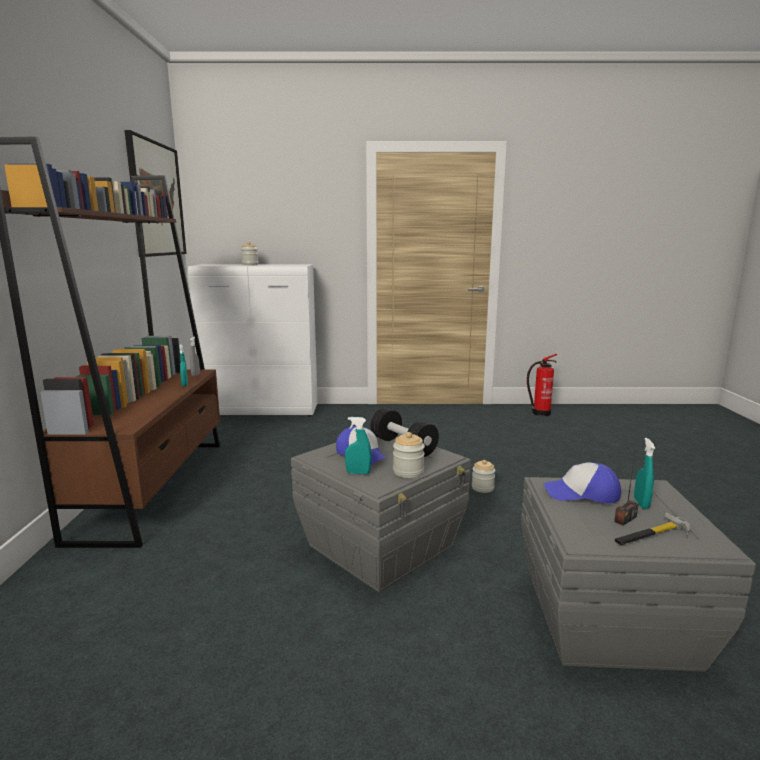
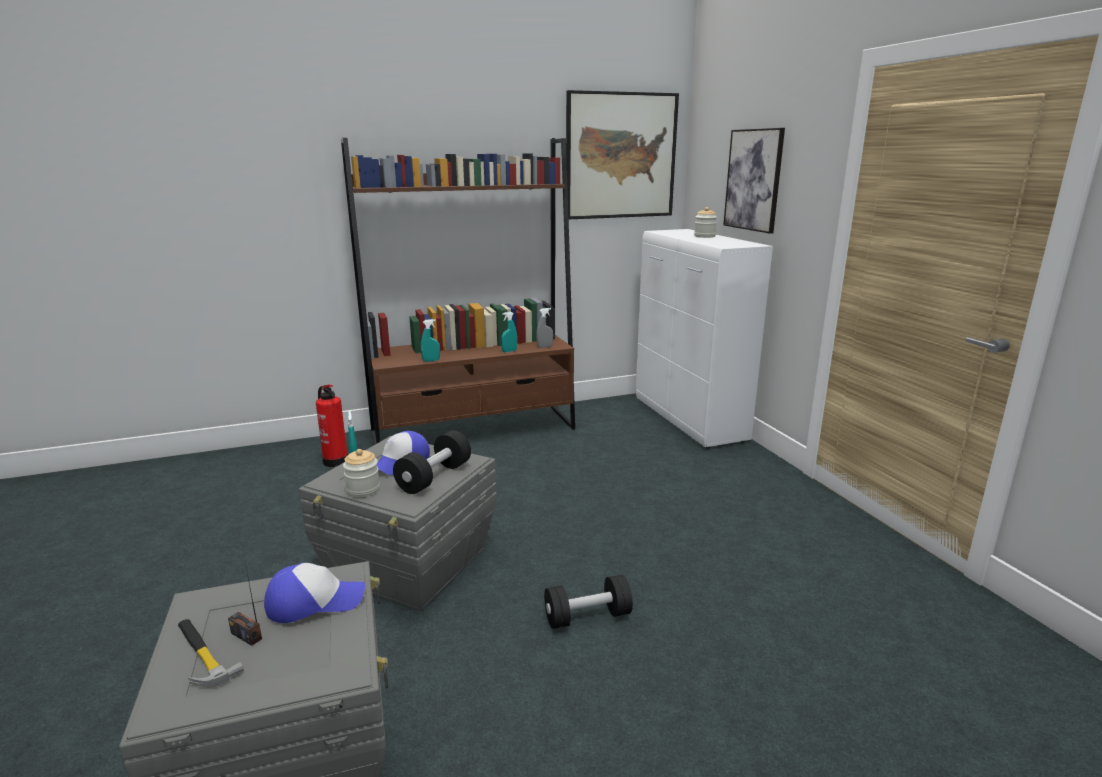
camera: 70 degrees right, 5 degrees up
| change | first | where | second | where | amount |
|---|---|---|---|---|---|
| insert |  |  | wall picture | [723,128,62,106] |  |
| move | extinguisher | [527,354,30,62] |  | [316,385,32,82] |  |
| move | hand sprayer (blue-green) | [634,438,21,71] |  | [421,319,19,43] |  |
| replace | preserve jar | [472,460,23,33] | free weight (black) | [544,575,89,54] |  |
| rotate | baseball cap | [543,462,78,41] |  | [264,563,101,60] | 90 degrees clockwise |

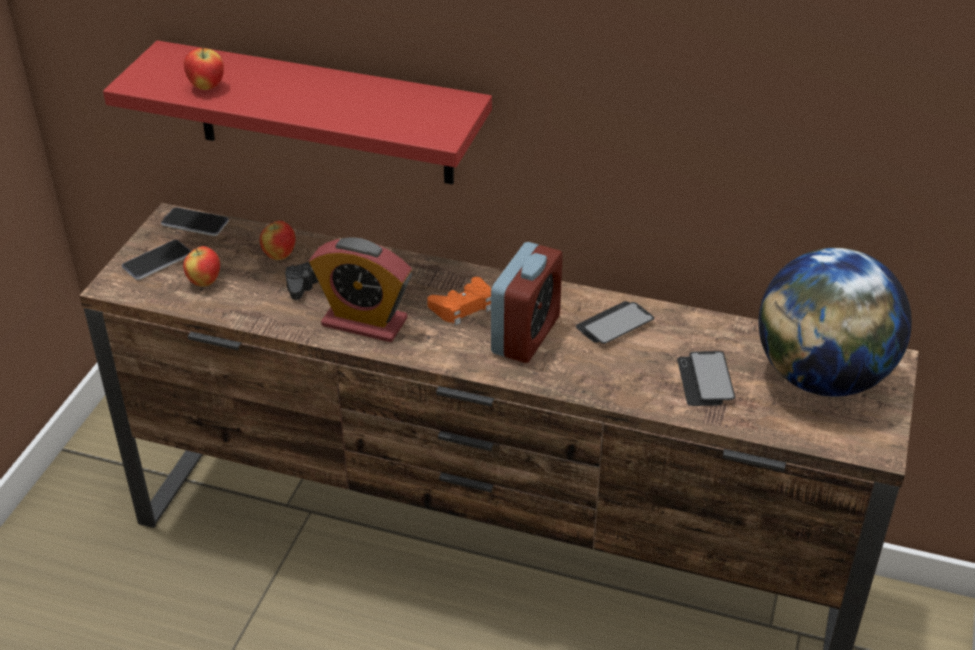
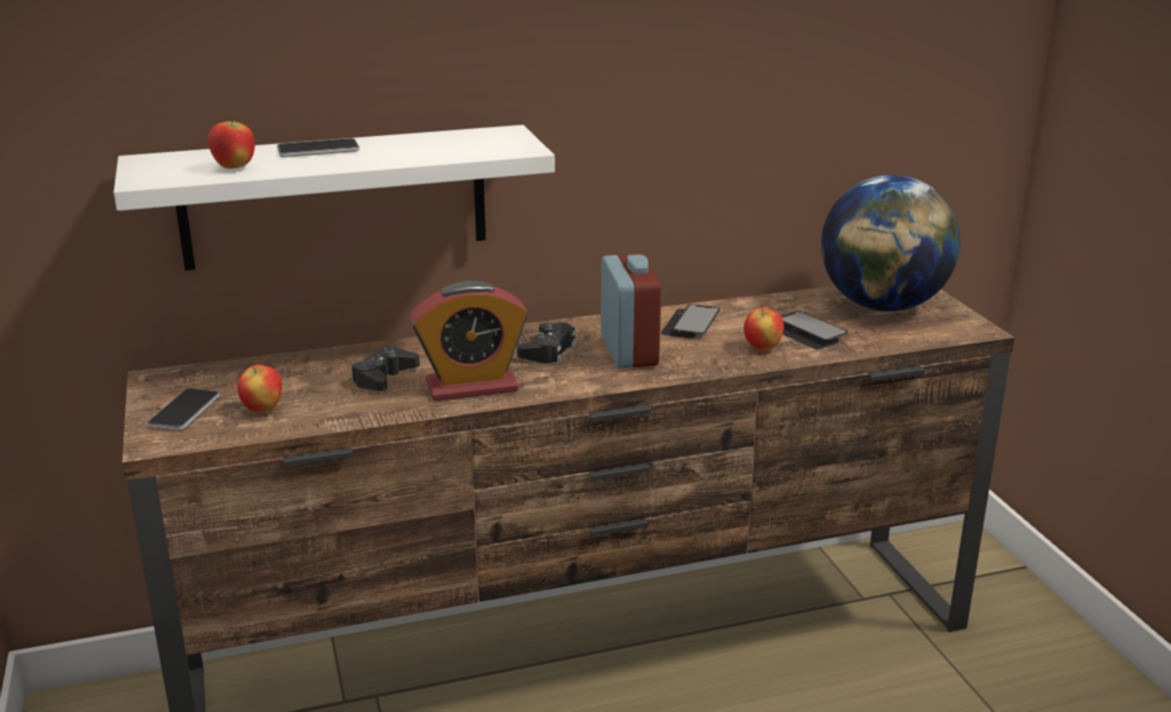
camera: 35 degrees left, 15 degrees down
| change | first | where | second | where | amount |
|---|---|---|---|---|---|
| move | telephone | [161,207,68,29] |  | [277,138,83,19] |  |
| move | whole apple | [260,220,36,40] |  | [744,305,40,46] |  |
| recolor | wall shelf (red-coloured) | [103,40,389,145] | wall shelf (white-coloured) | [114,125,441,146] |  |
| recolor | gamepad (orange-coloured) | [427,277,64,48] | gamepad (black) | [517,322,59,42] |  |

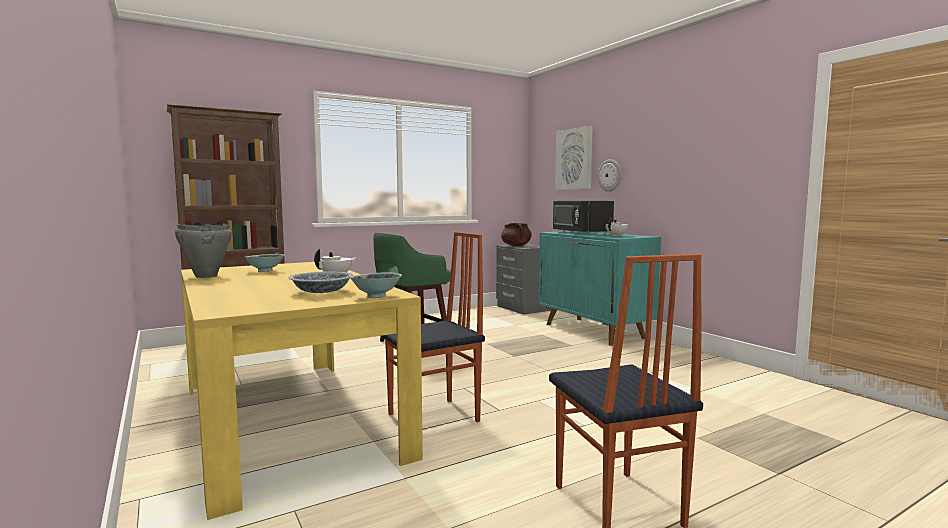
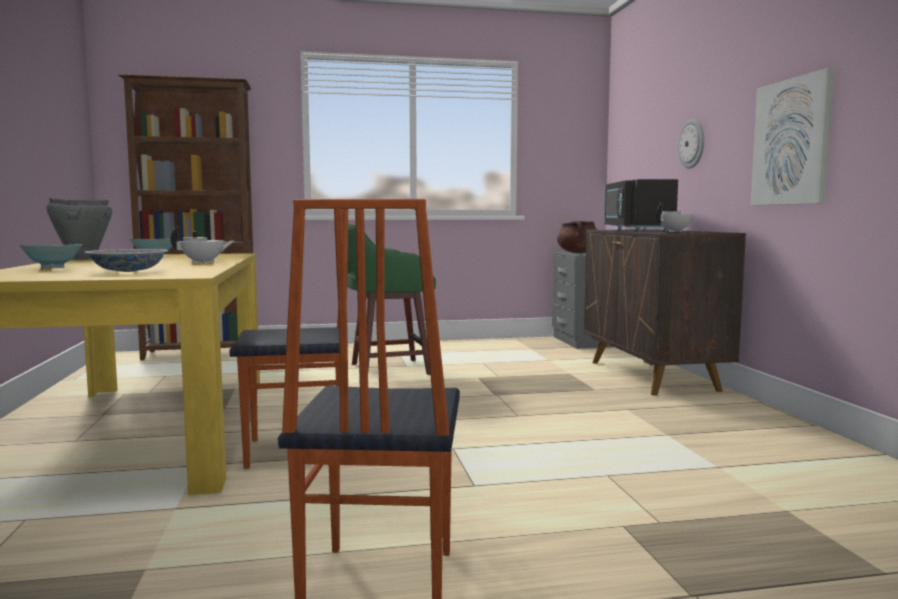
camera: 20 degrees right, 0 degrees up
| change | first | where | second | where | amount |
|---|---|---|---|---|---|
| move | serving bowl | [350,272,52,26] |  | [19,244,64,25] |  |
| move | wall picture | [555,126,38,64] |  | [751,68,84,137] |  |
| recolor | cabinet (blue-green) | [539,231,122,115] | cabinet (brown-coloured) | [584,230,162,166] |  |

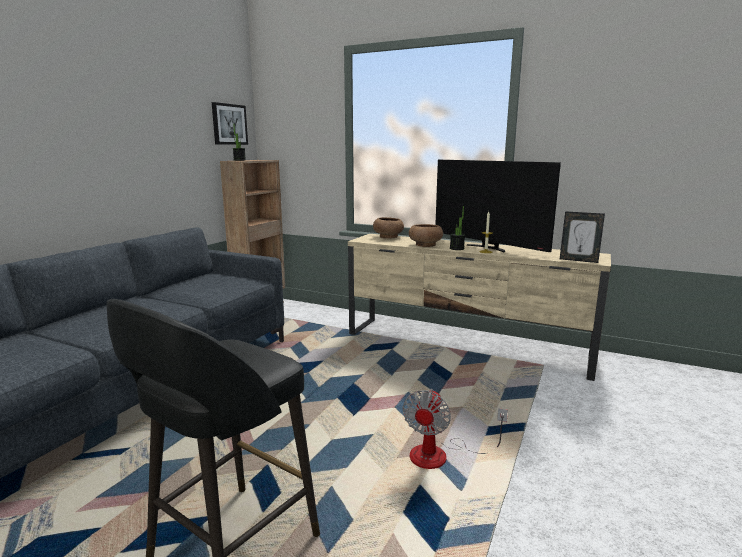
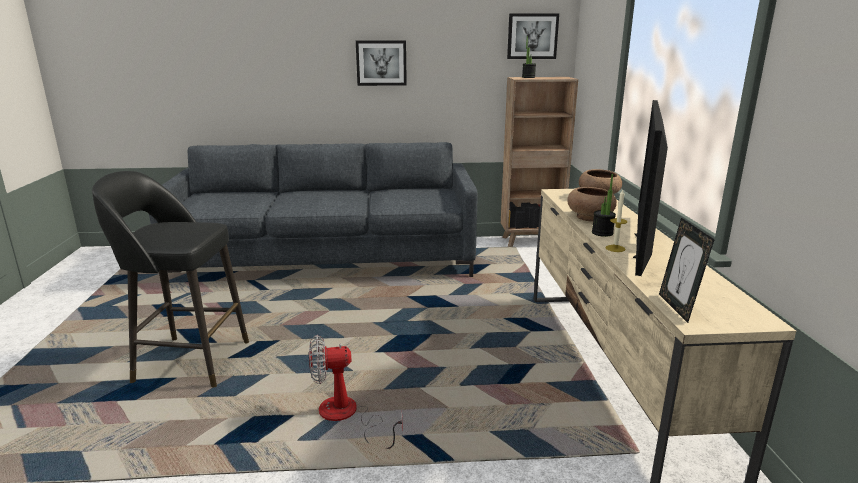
camera: 60 degrees right, 5 degrees up
| change | first | where | second | where | amount |
|---|---|---|---|---|---|
| insert |  |  | wall picture | [356,40,51,46] |  |

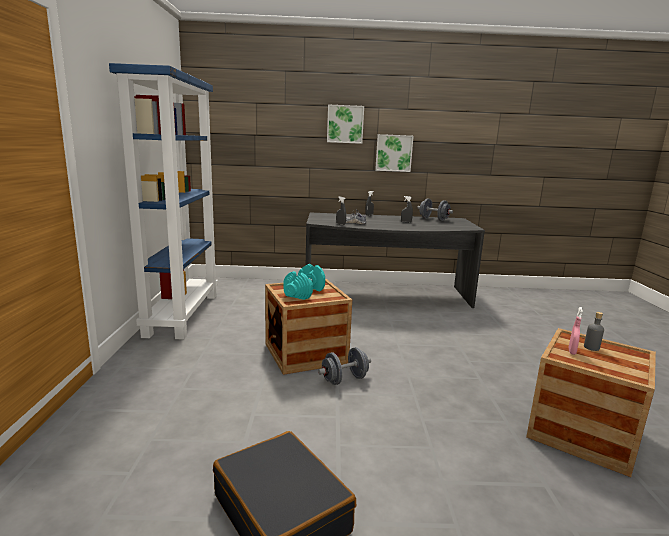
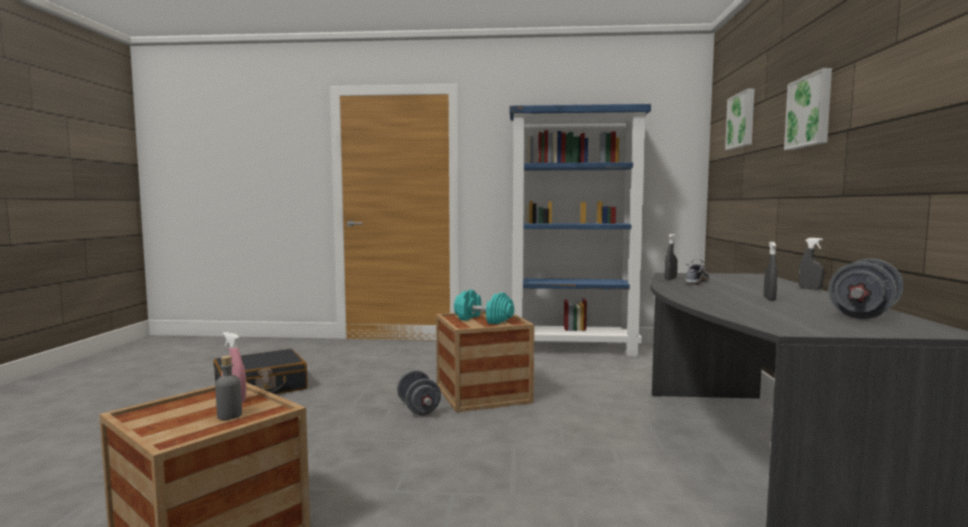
camera: 95 degrees right, 10 degrees down
| change | first | where | second | where | amount |
|---|---|---|---|---|---|
| move | wall picture | [375,134,39,38] |  | [725,88,30,62] |  |

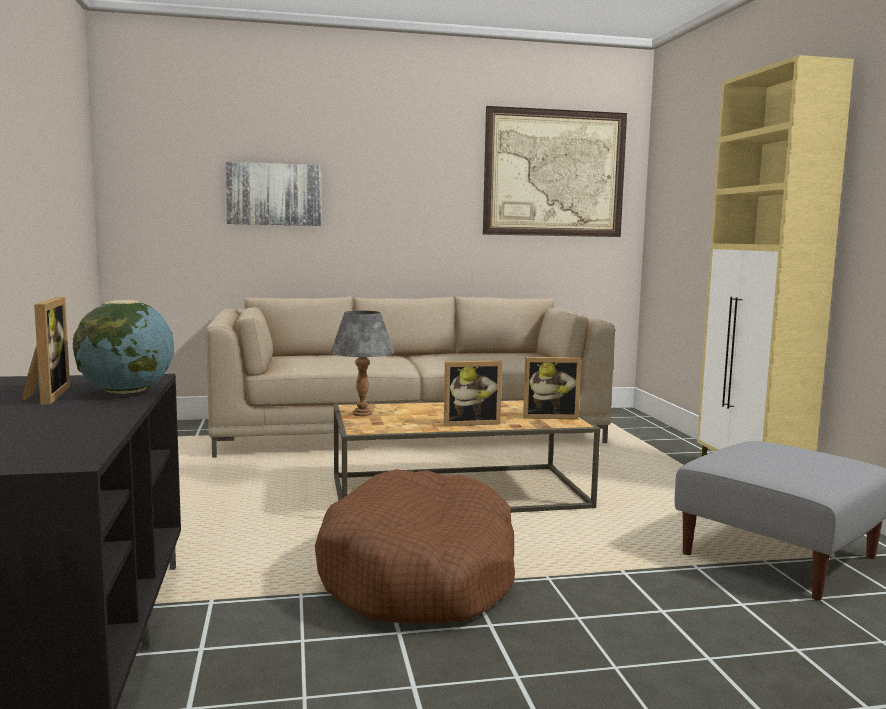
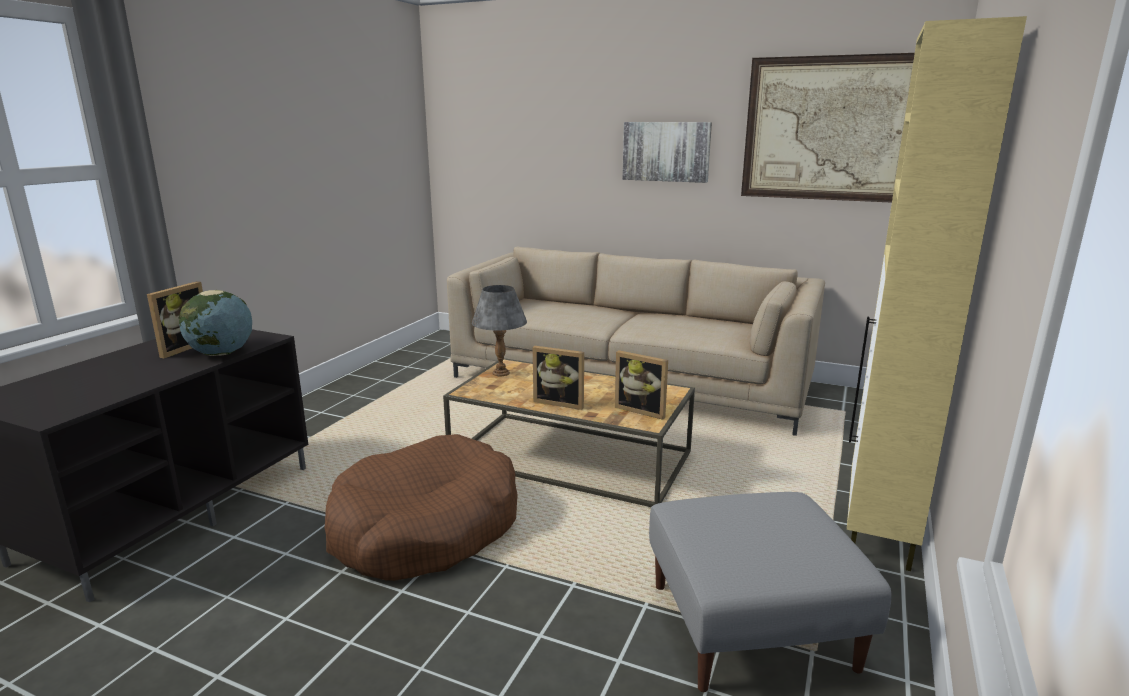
camera: 35 degrees right, 10 degrees up
| change | first | where | second | where | amount |
|---|---|---|---|---|---|
| move | wall picture | [225,162,97,64] |  | [622,122,90,61] |  |

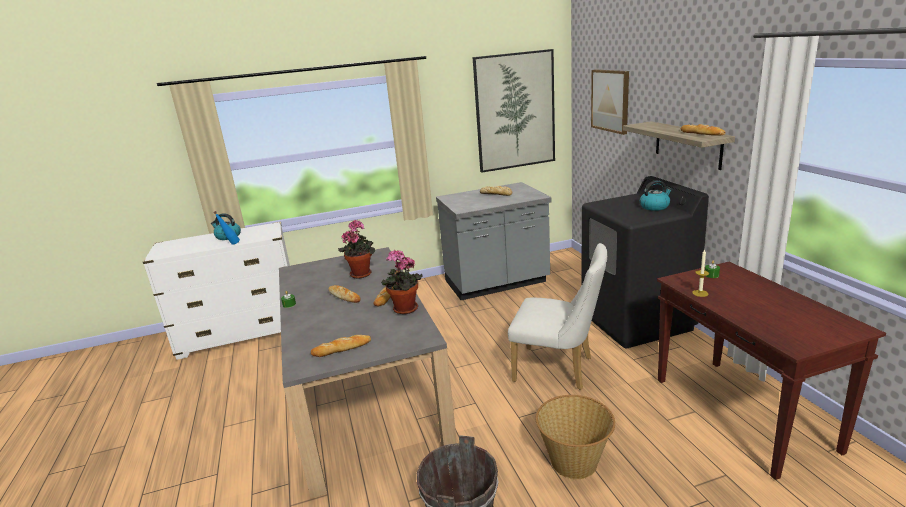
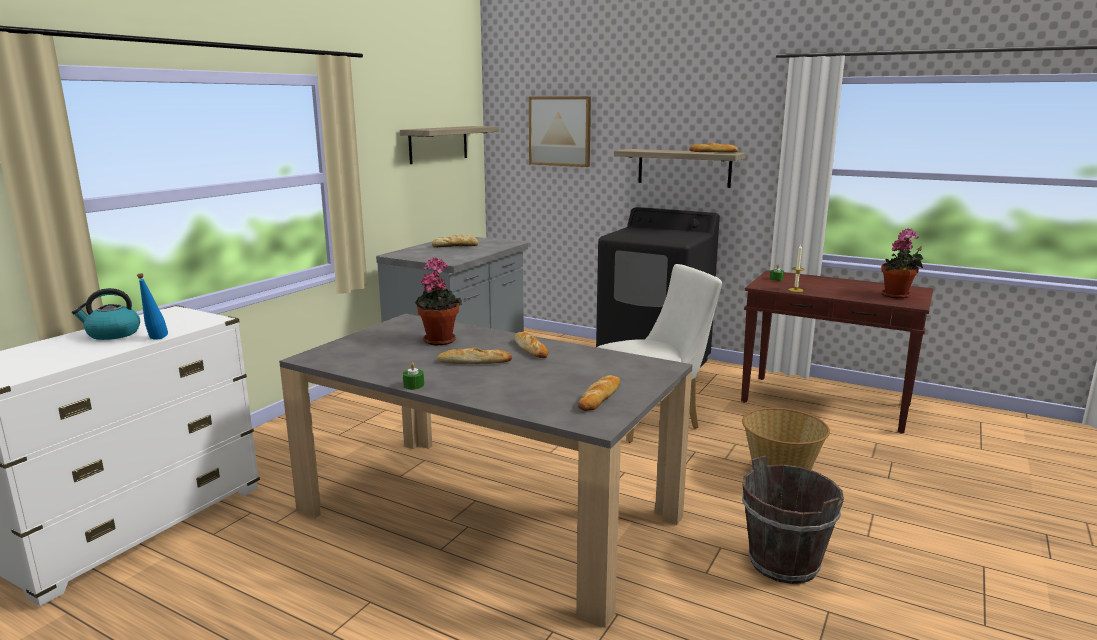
camera: 45 degrees left, 5 degrees down
| change | first | where | second | where | amount |
|---|---|---|---|---|---|
| delete | tea kettle | [640,180,32,31] |  |  |  |
| move | potted plant | [381,250,41,64] |  | [881,228,42,71] |  |
| replace | wall picture | [473,49,82,124] | wall shelf | [400,126,99,38] |  |

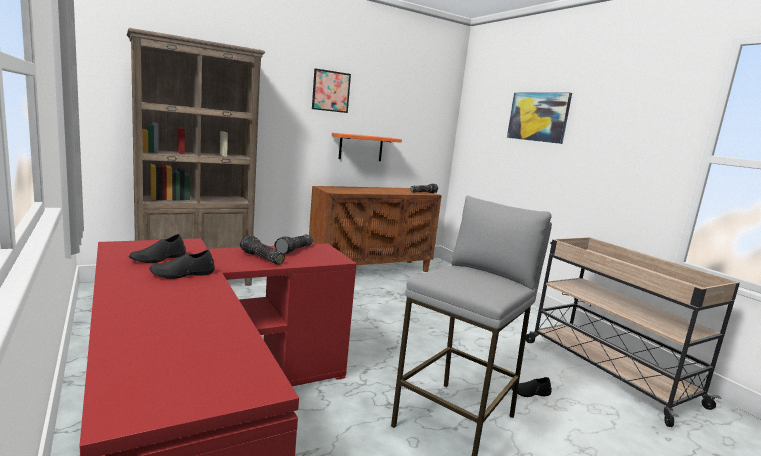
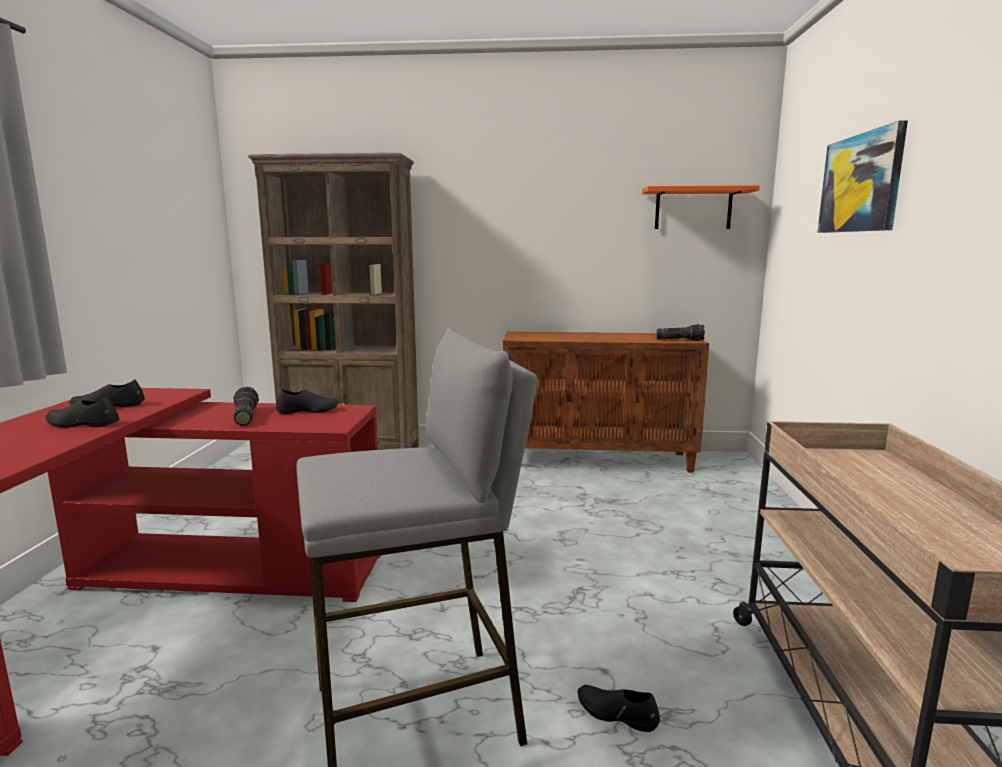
camera: 35 degrees right, 0 degrees up
| change | first | where | second | where | amount |
|---|---|---|---|---|---|
| delete | wall picture | [312,68,39,45] |  |  |  |
| move | wall shelf (orange-coloured) | [332,133,70,28] |  | [642,185,118,44] |  |
| replace | torch | [274,235,39,19] | shoe (black) | [276,389,63,25] |  |

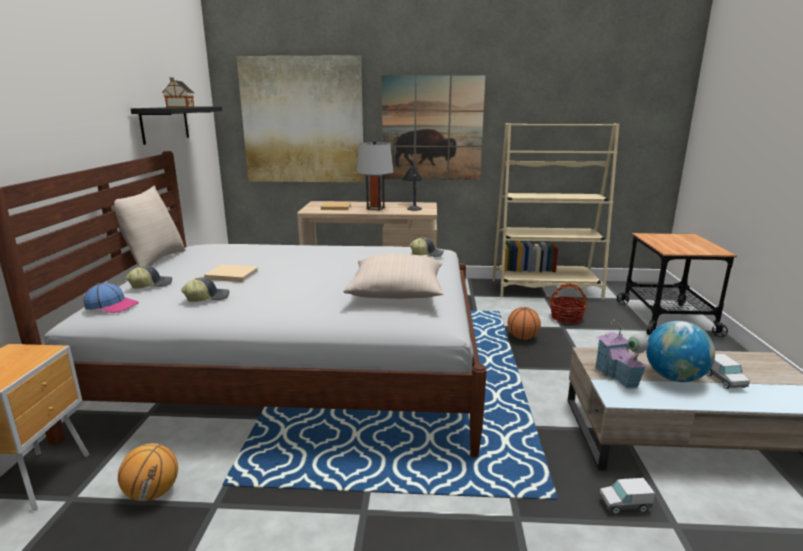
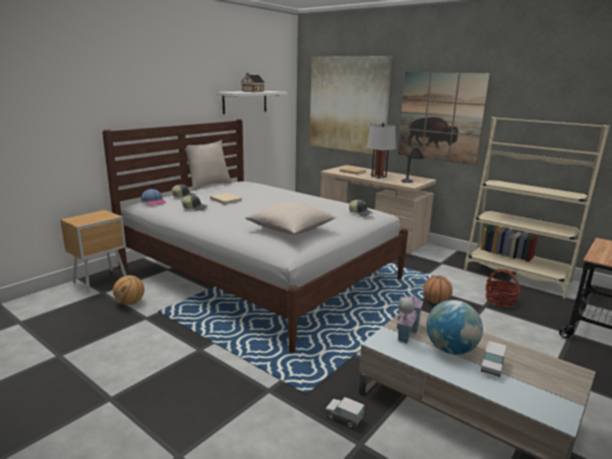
camera: 35 degrees right, 0 degrees up
| change | first | where | second | where | amount |
|---|---|---|---|---|---|
| recolor | wall shelf (black) | [131,107,91,38] | wall shelf (white-coloured) | [216,91,71,23] |  |

